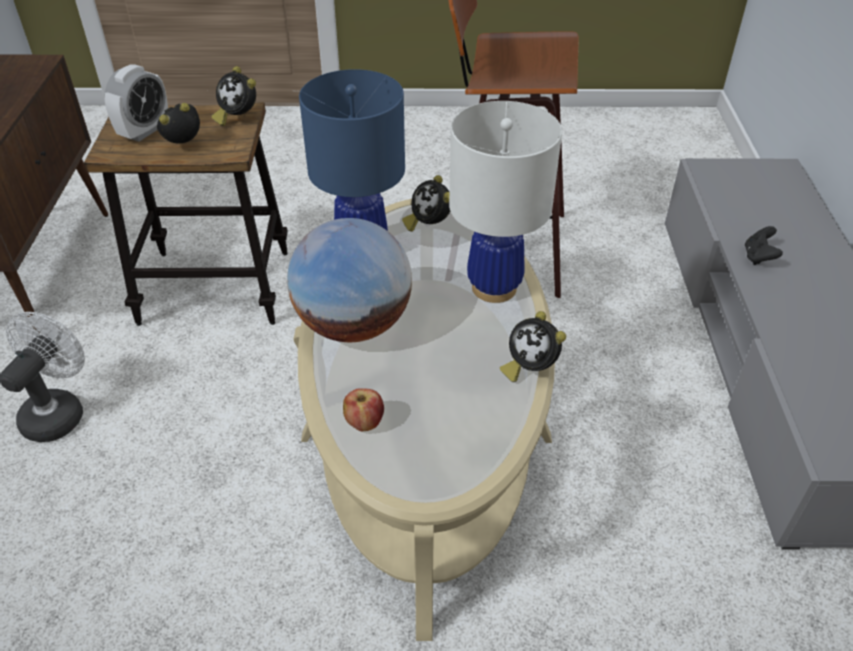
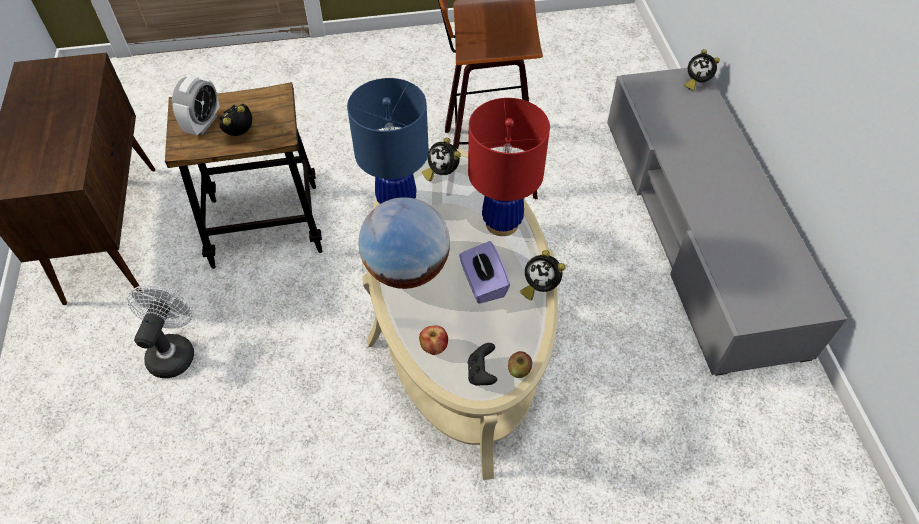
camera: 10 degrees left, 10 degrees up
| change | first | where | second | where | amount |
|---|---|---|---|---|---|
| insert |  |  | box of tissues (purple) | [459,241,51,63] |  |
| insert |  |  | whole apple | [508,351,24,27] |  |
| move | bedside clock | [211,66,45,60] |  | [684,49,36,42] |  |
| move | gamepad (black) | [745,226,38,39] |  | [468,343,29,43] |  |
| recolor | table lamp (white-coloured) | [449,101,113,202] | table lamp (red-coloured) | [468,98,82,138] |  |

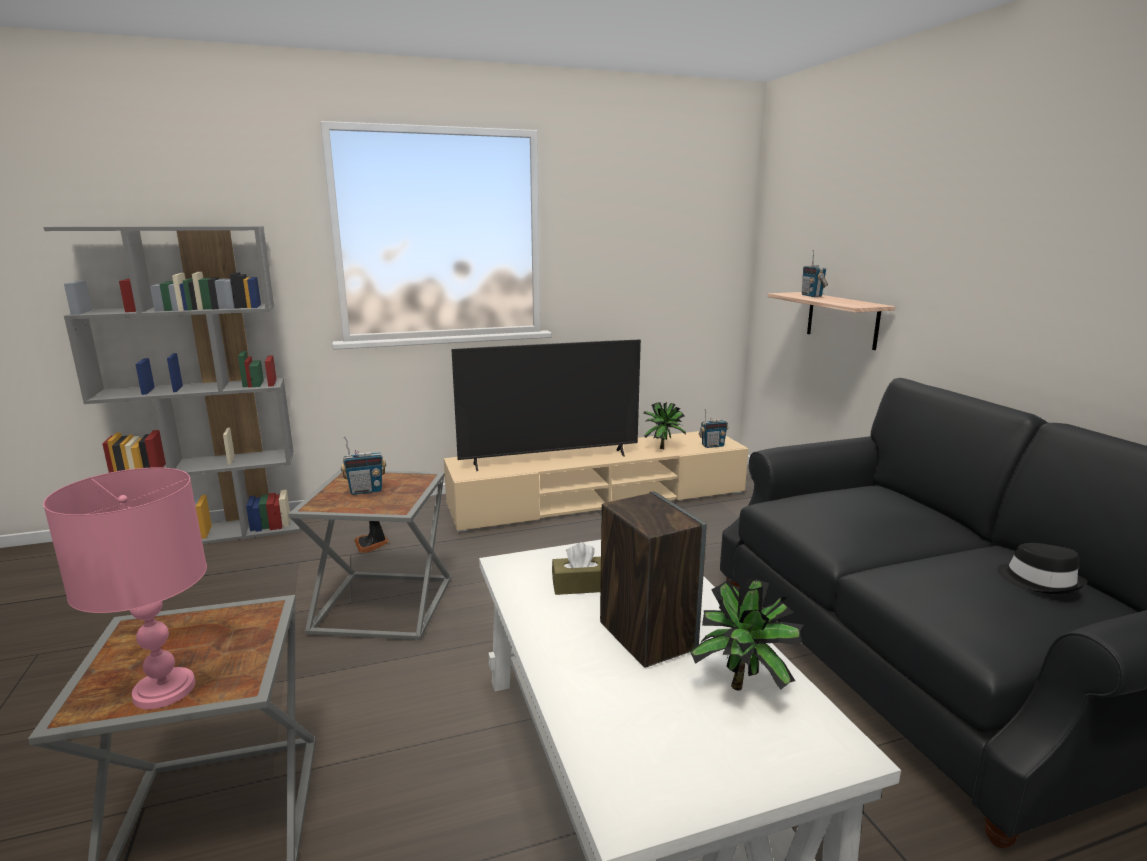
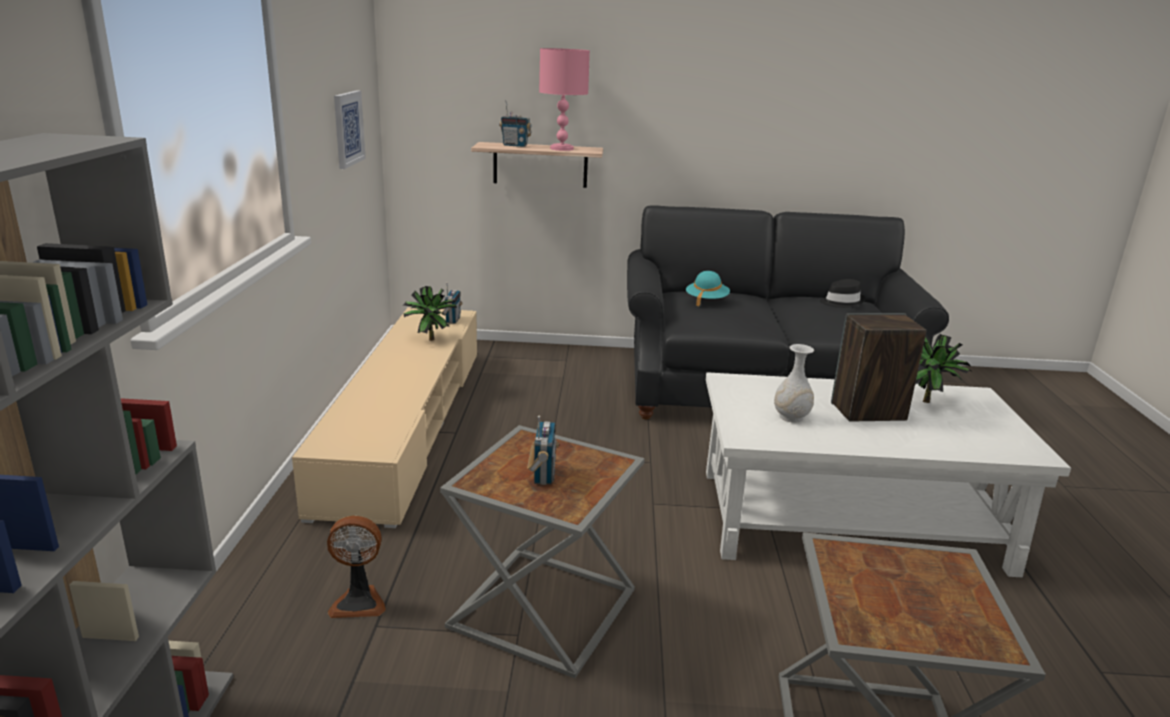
camera: 70 degrees left, 5 degrees up
| change | first | where | second | where | amount |
|---|---|---|---|---|---|
| delete | TV | [451,340,190,131] |  |  |  |
| insert |  |  | wall picture | [334,90,32,79] |  |
| insert |  |  | clothing hat (blue-green) | [686,271,44,36] |  |
| move | table lamp (pink-coloured) | [43,467,164,242] |  | [539,48,51,103] |  |
| replace | box of tissues (brown-coloured) | [552,542,49,53] | flower vase (white-coloured) | [774,344,40,79] |  |

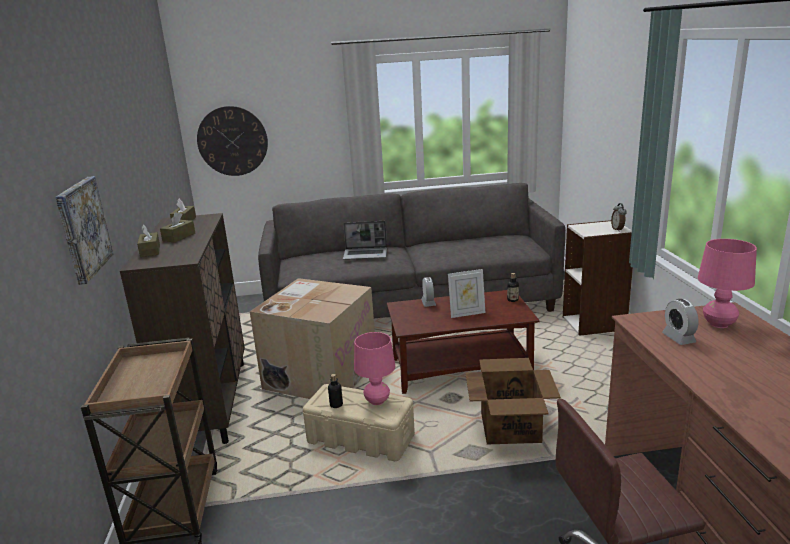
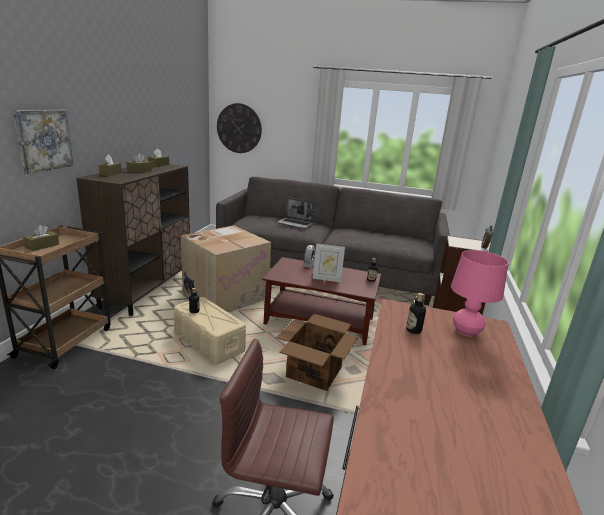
camera: 20 degrees right, 0 degrees up
| change | first | where | second | where | amount |
|---|---|---|---|---|---|
| delete | table lamp (pink-coloured) | [354,332,41,73] |  |  |  |
| insert |  |  | box of tissues (brown-coloured) | [23,225,36,26] |  |
| replace | bedside clock | [662,299,37,46] | bottle | [406,293,20,41] |  |

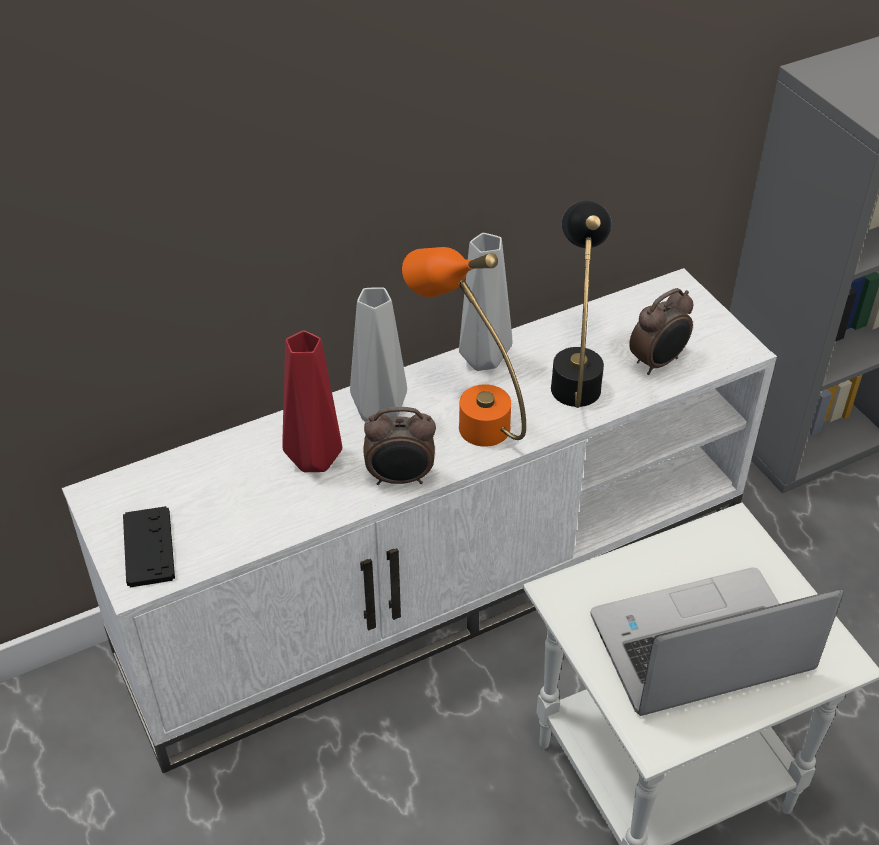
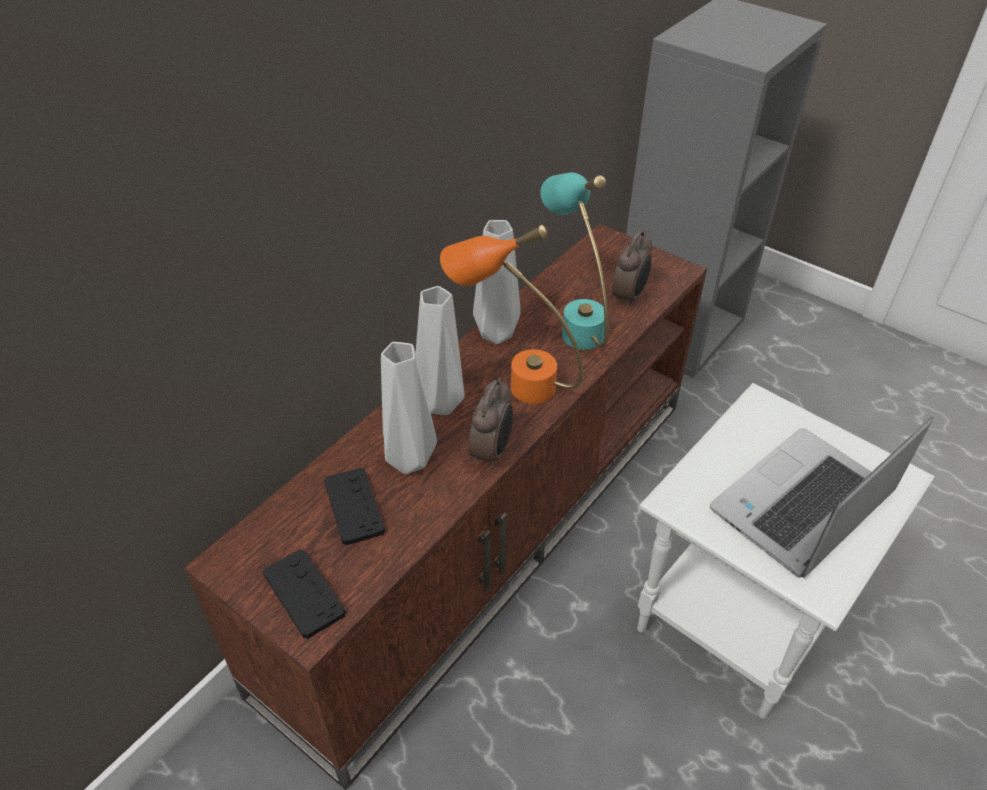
camera: 25 degrees left, 0 degrees up
| change | first | where | second | where | amount |
|---|---|---|---|---|---|
| insert |  |  | gamepad (black) | [324,467,61,79] |  |
| recolor | tv stand (white-coloured) | [62,268,715,505] | tv stand (brown-coloured) | [184,224,523,566] |  |
| recolor | flower vase (red-coloured) | [282,330,60,142] | flower vase (gray) | [381,342,56,132] |  |
| recolor | table lamp (black) | [551,201,61,207] | table lamp (blue-green) | [540,173,68,177] |  |
| rotate | bedside clock | [363,407,73,78] |  | [469,378,44,91] | 45 degrees counterclockwise |

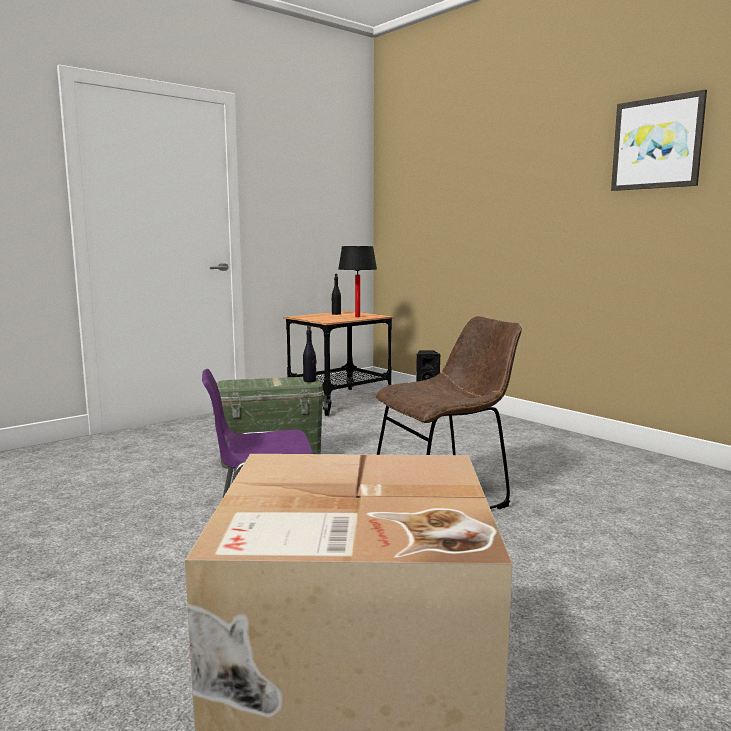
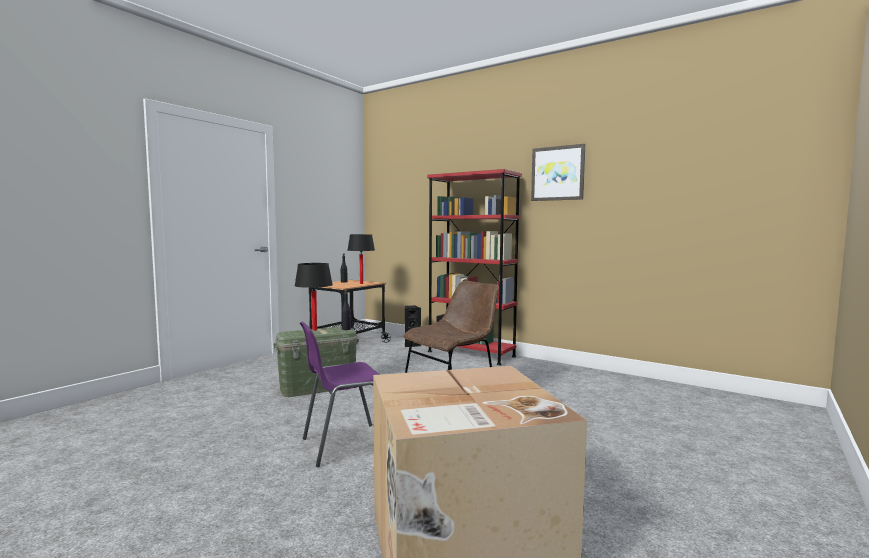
camera: 15 degrees left, 5 degrees down
| change | first | where | second | where | amount |
|---|---|---|---|---|---|
| insert |  |  | table lamp (black) | [295,263,38,68] |  |
| insert |  |  | shelving unit (red-coloured) | [427,169,95,196] |  |

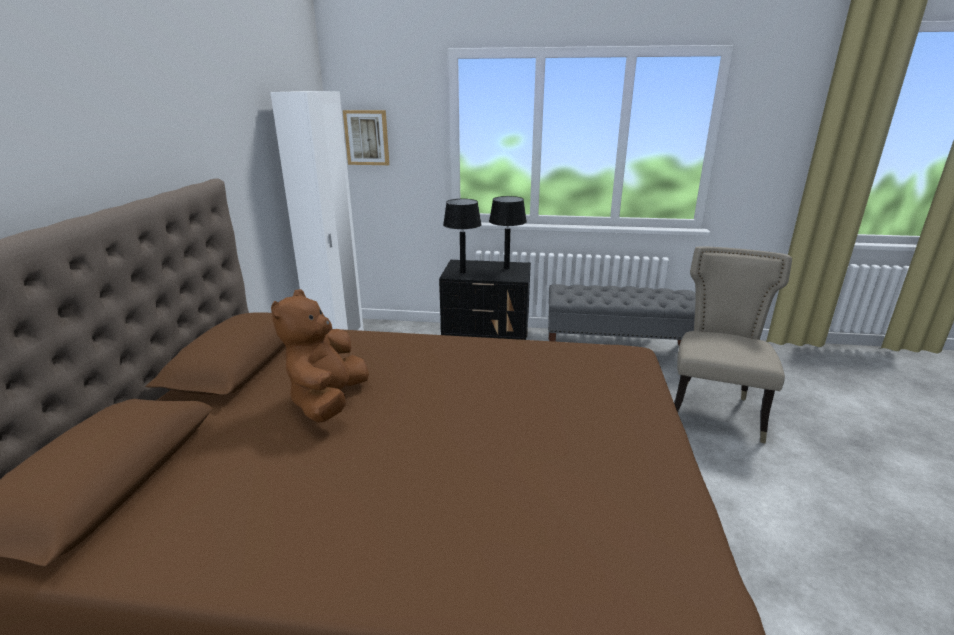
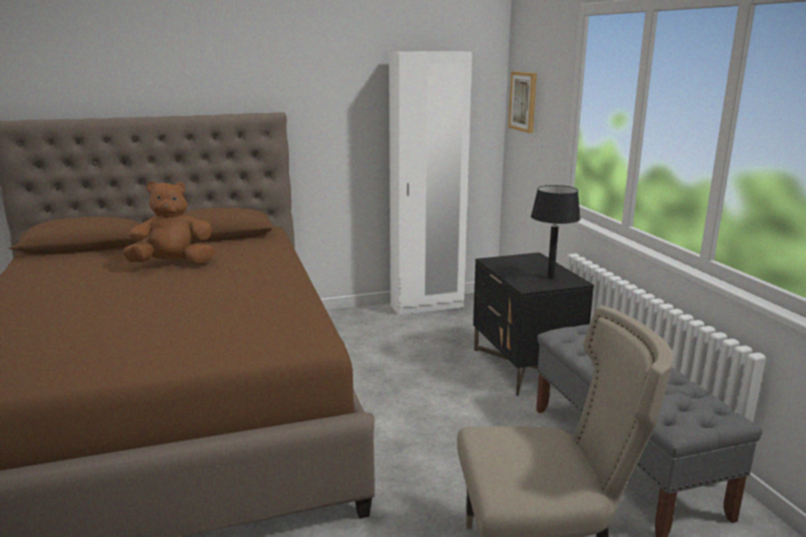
camera: 65 degrees right, 5 degrees down
| change | first | where | second | where | amount |
|---|---|---|---|---|---|
| delete | table lamp (black) | [443,199,39,75] |  |  |  |

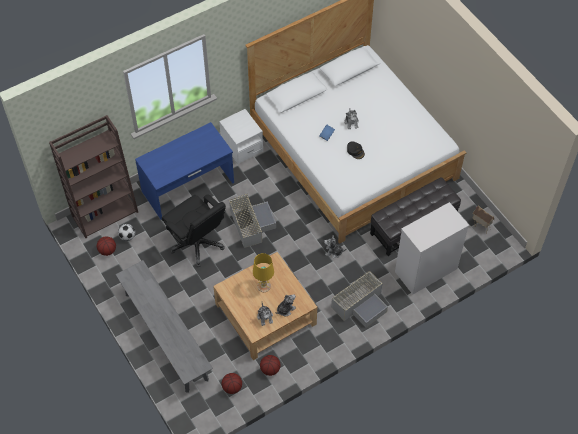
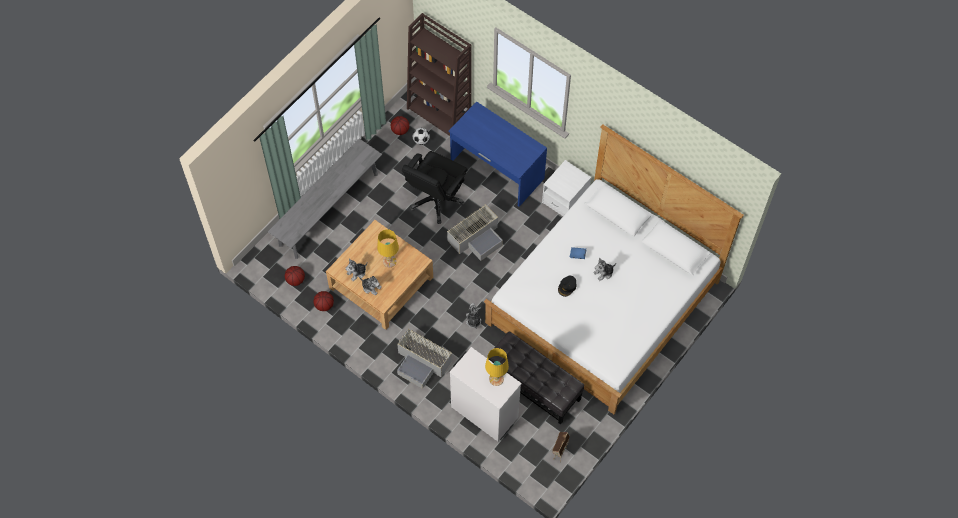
camera: 70 degrees right, 5 degrees up
| change | first | where | second | where | amount |
|---|---|---|---|---|---|
| insert |  |  | table lamp (yellowish) | [485,348,24,38] |  |

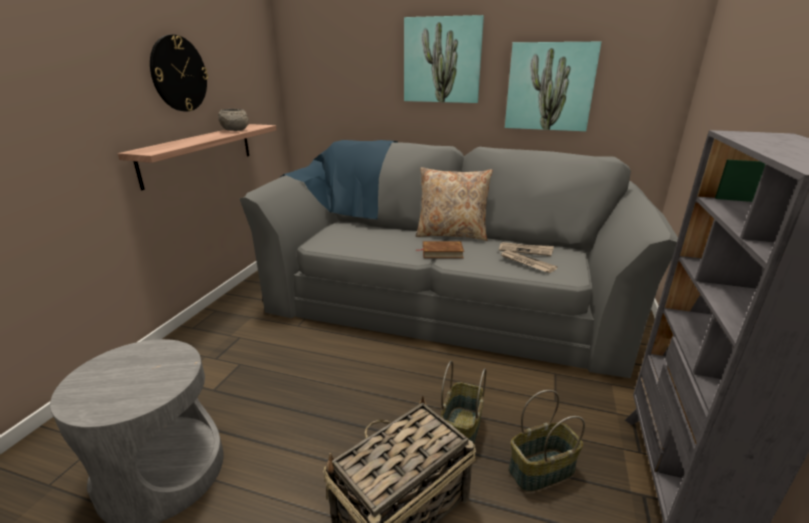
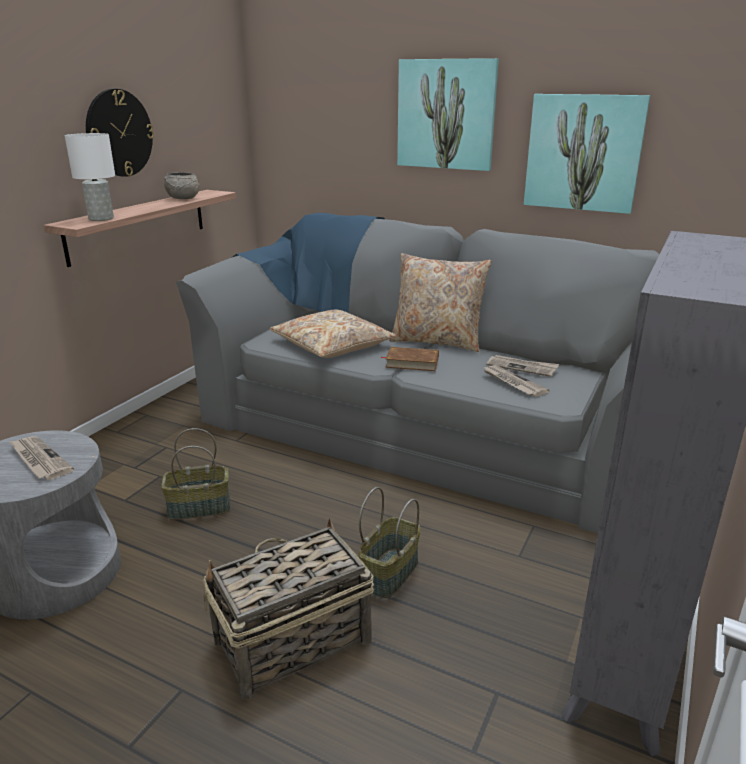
camera: 10 degrees right, 0 degrees up
| change | first | where | second | where | amount |
|---|---|---|---|---|---|
| insert |  |  | printed paper | [9,436,65,44] |  |
| insert |  |  | table lamp (white-coloured) | [65,133,50,88] |  |
| insert |  |  | pillow (beige) | [270,310,127,48] |  |
| move | basket | [508,390,77,102] |  | [161,428,69,92] |  |

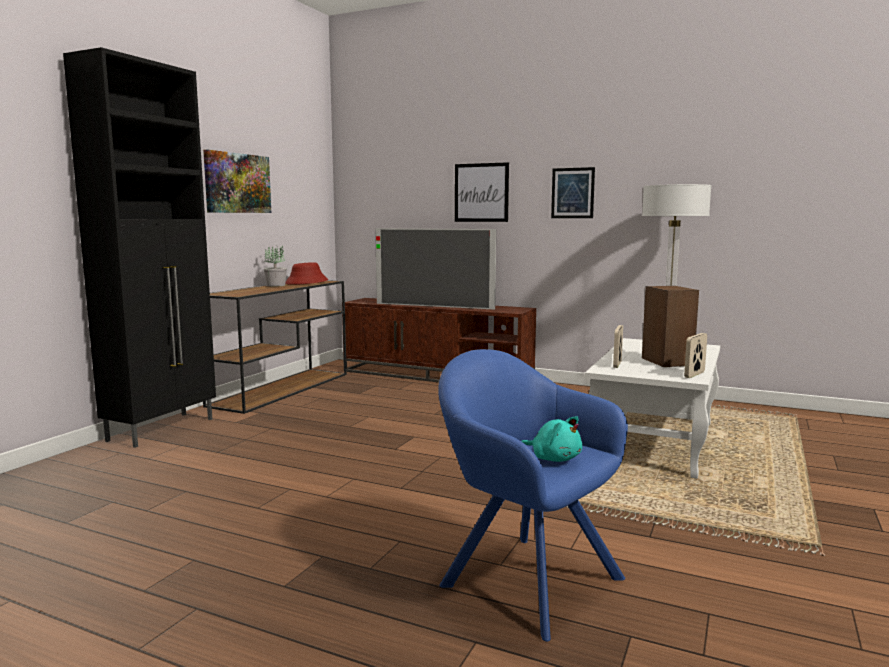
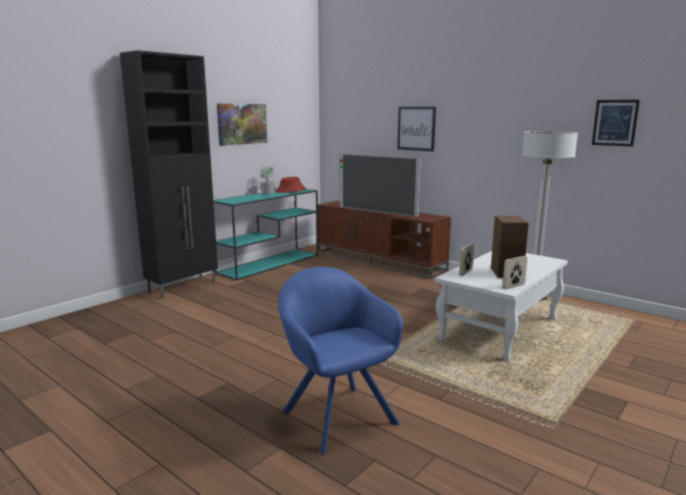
camera: 15 degrees right, 5 degrees up
| change | first | where | second | where | amount |
|---|---|---|---|---|---|
| delete | plush toy (blue-green) | [521,416,61,46] |  |  |  |
| move | wall picture | [551,167,44,51] |  | [592,100,48,46] |  |
| recolor | hall table (brown-coloured) | [203,280,144,134] | hall table (blue-green) | [213,189,105,91] |  |

